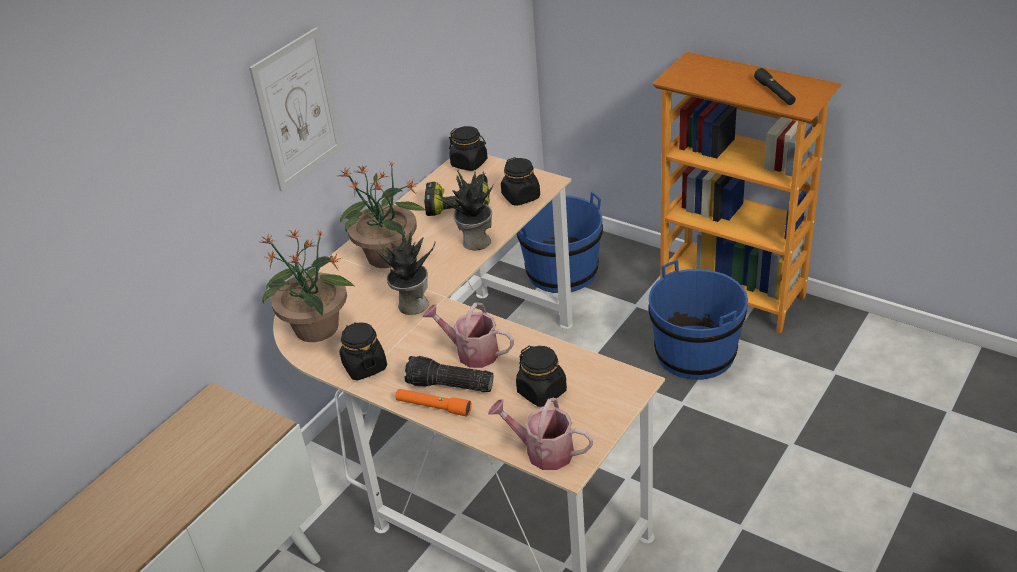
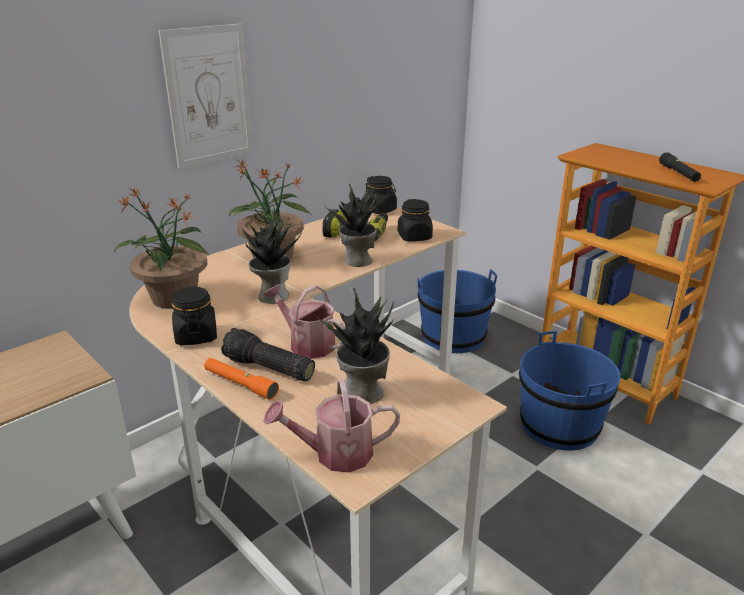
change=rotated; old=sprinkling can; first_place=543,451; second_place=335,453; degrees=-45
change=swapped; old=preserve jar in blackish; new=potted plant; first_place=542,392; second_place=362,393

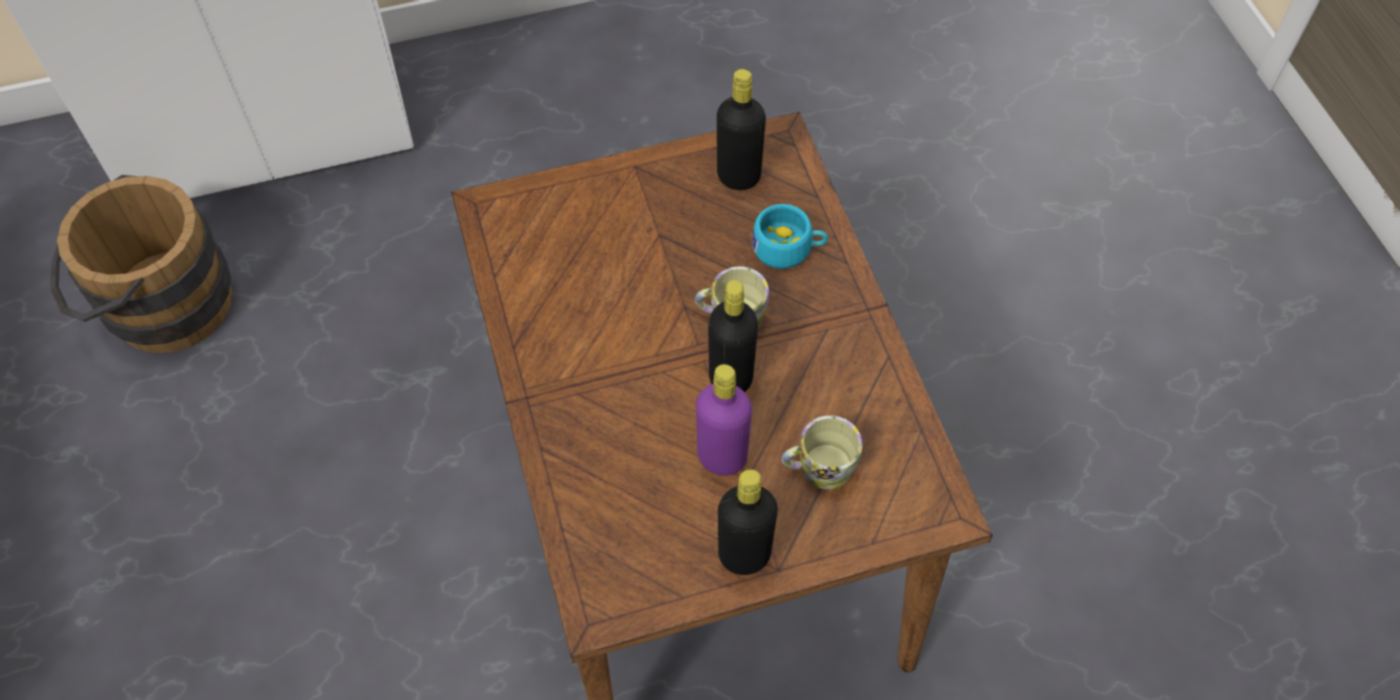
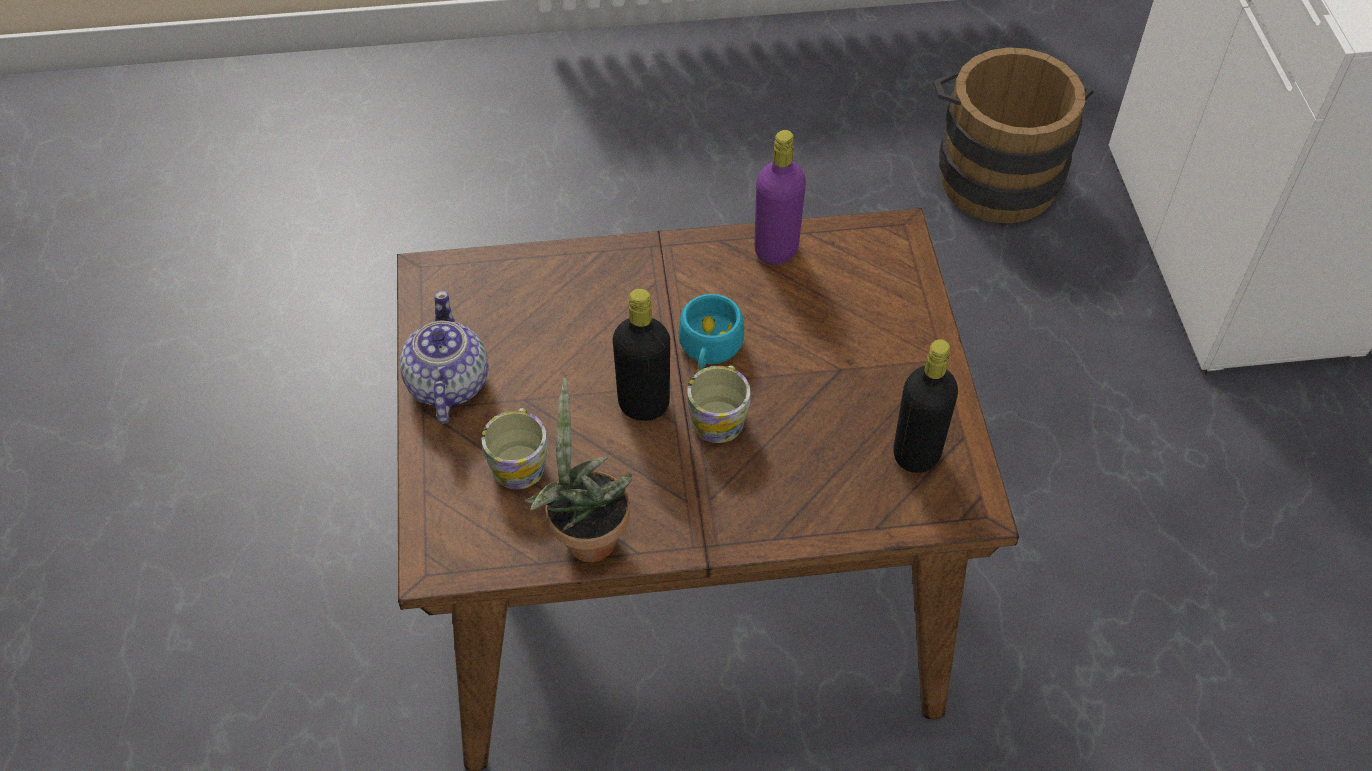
change=shifted; old=drink bottle in purplish; first_place=722,457; second_place=776,250
change=swapped; old=drink bottle in blackish; new=teapot; first_place=744,555; second_place=447,385
change=shifted; old=drinking cup in turquoise-coloured; first_place=788,248; second_place=709,348
change=new; new=potted plant; second_place=585,535

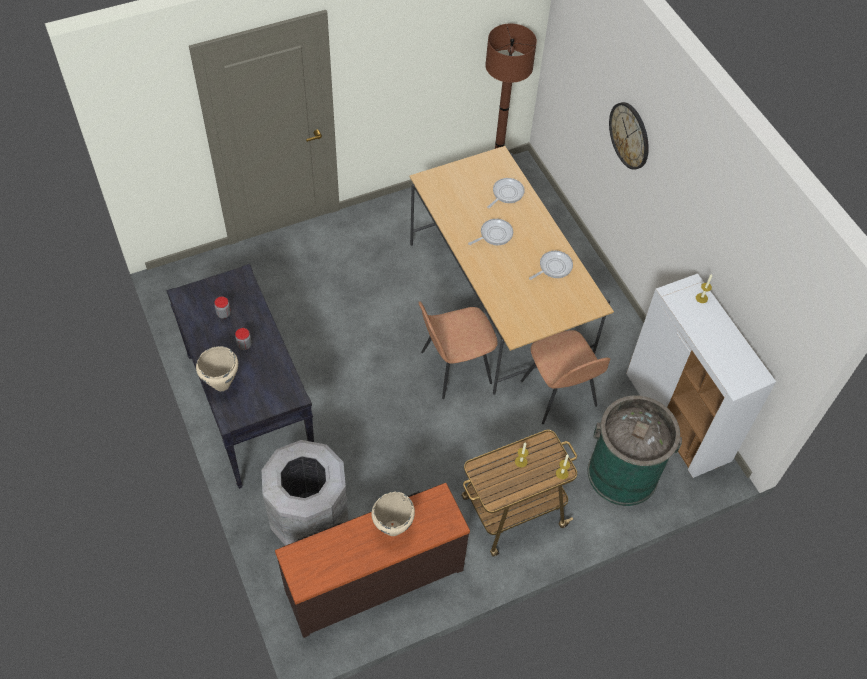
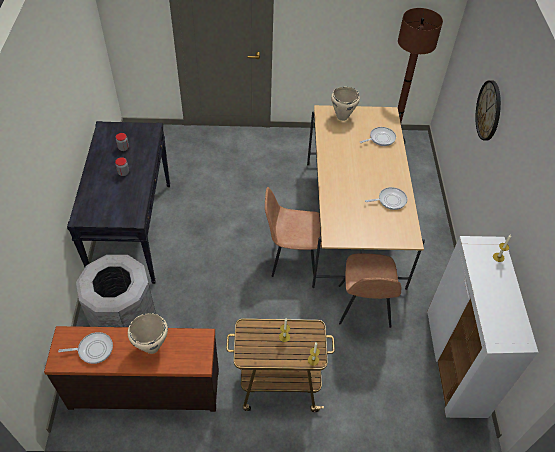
change=shifted; old=saucepot in sand-coloured; first_place=221,384; second_place=342,117
change=shifted; old=frying pan; first_place=494,235; second_place=93,349
change=gone; old=rubbish bin in green; first_place=622,473

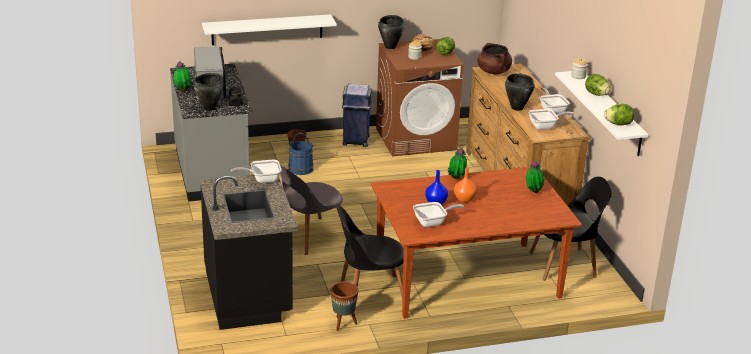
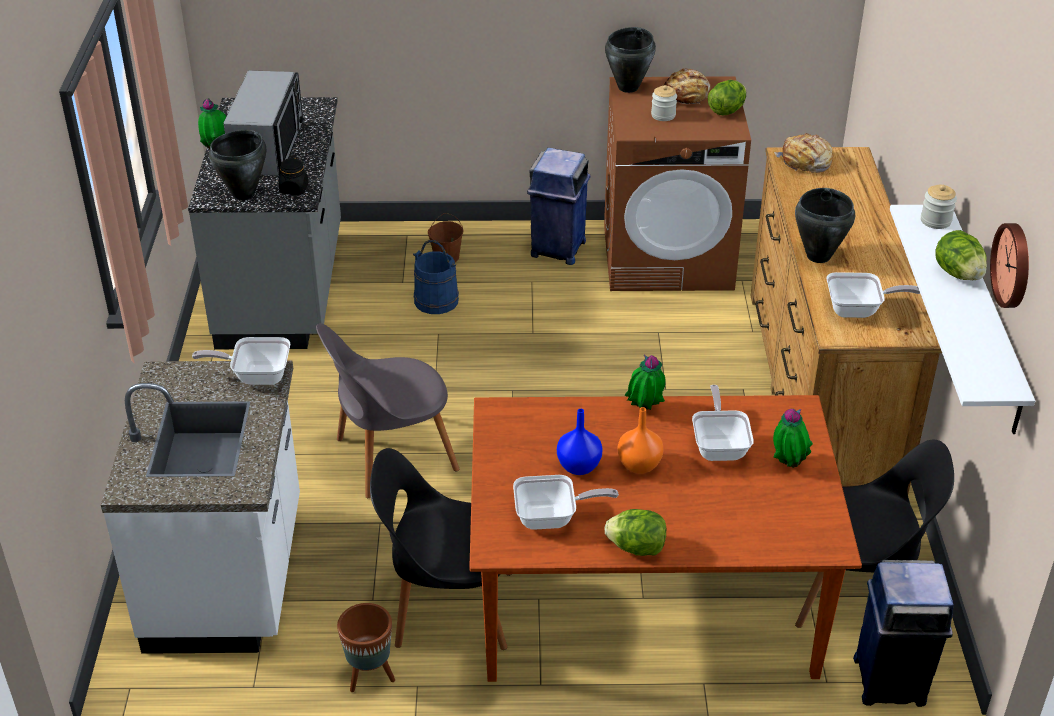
change=repainted; old=kitchen base unit in blackish; new=kitchen base unit in white-coloured; first_place=249,294; second_place=229,577
change=gone; old=shelf in white-coloured; first_place=267,29
change=swapped; old=saucepot in brownish; new=bread; first_place=494,72; second_place=805,162
change=shifted; old=frying pan; first_place=552,110; second_place=719,445
change=shifted; old=lettuce head; first_place=618,124; second_place=636,548
change=new; new=rubbish bin in blue; second_place=891,681
change=new; new=clock on the wall; second_place=1014,265

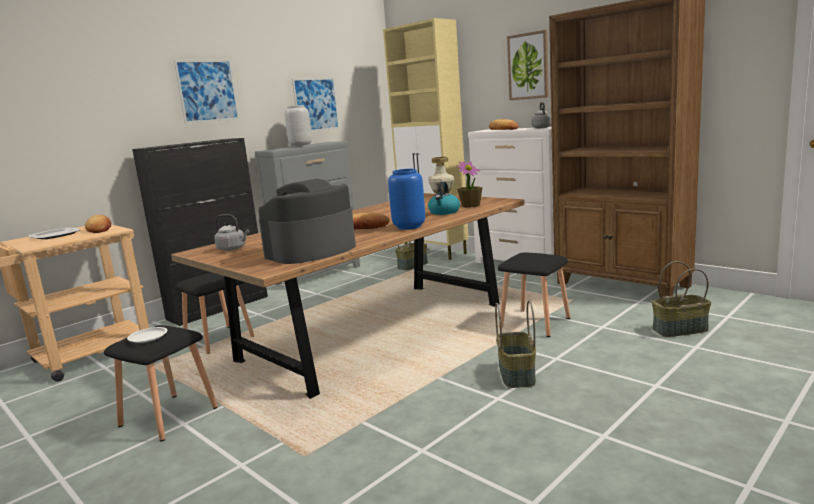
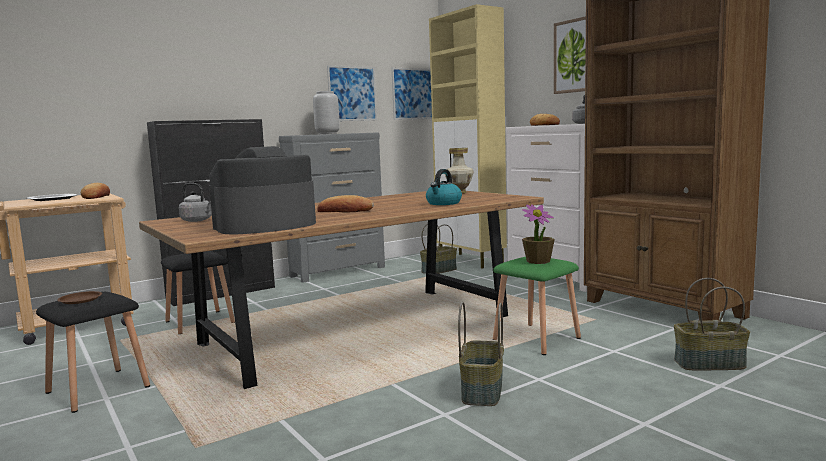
change=repainted; old=plate in white-coloured; new=plate in brownish; first_place=148,337; second_place=80,300
change=shifted; old=picture; first_place=207,91; second_place=413,94
change=gone; old=decorative vase in blue; first_place=409,226
change=shifted; old=potted plant; first_place=470,205; second_place=538,261
change=repainted; old=stool in blackish; new=stool in green; first_place=535,323; second_place=536,339

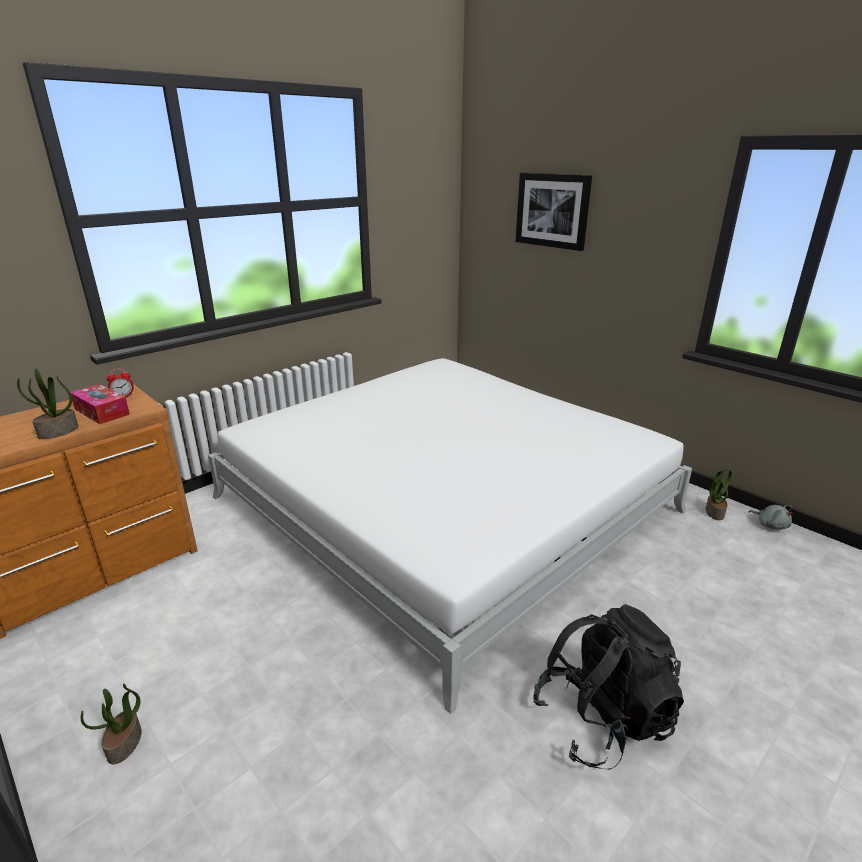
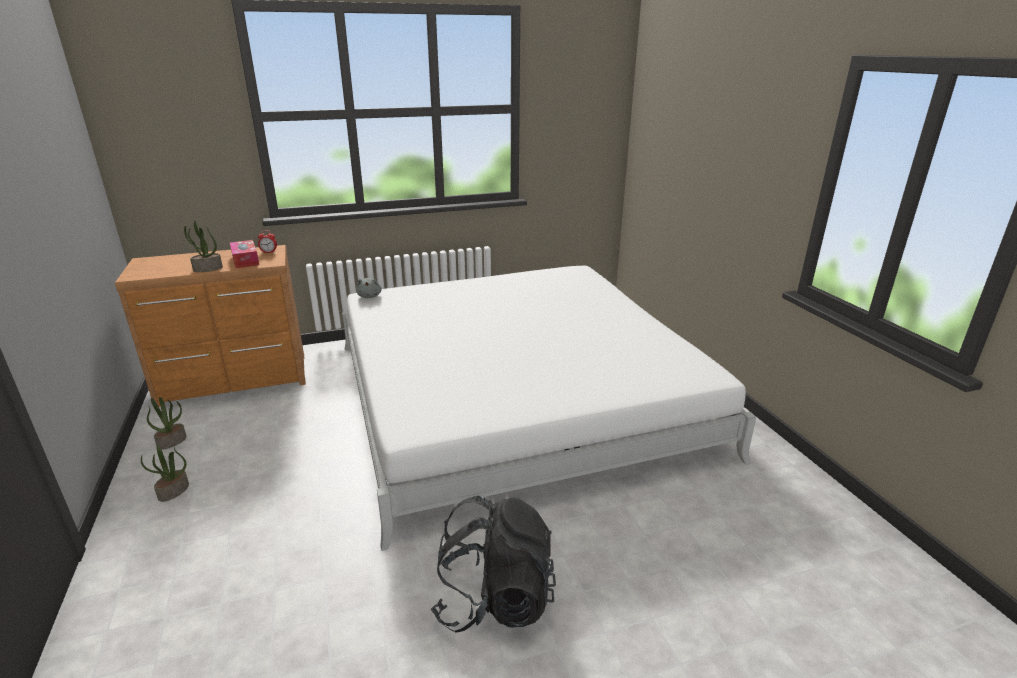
change=gone; old=picture; first_place=552,210
change=shifted; old=potted plant; first_place=714,512; second_place=172,441
change=shifted; old=soft toy in gray; first_place=770,525; second_place=369,296

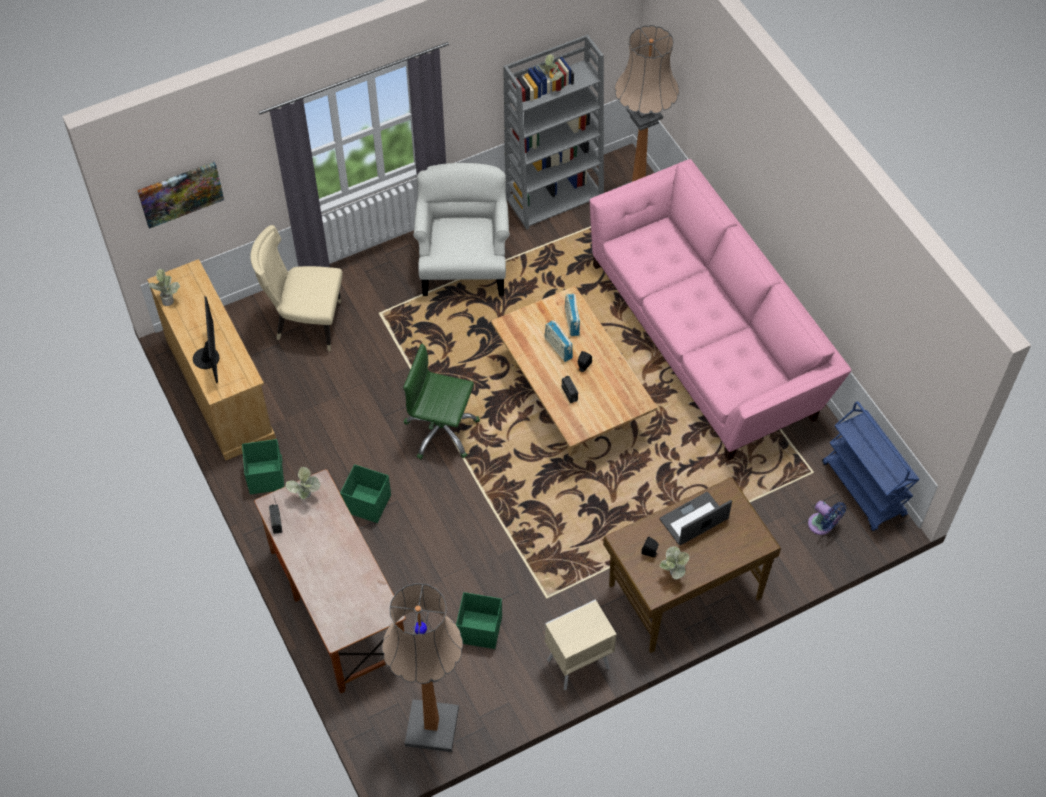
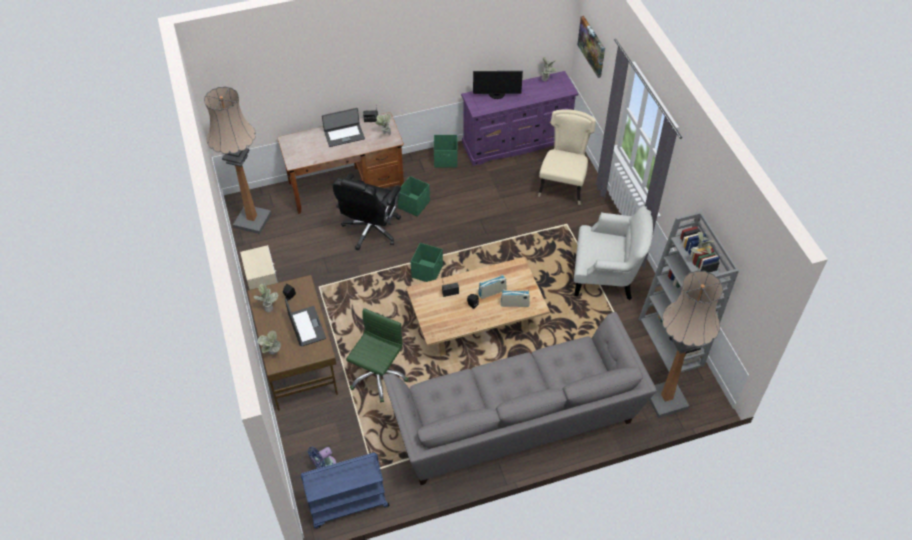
change=repainted; old=drawer chest in sand-coloured; new=drawer chest in purplish; first_place=219,388; second_place=517,142
change=shifted; old=desk chair in green; first_place=441,431; second_place=378,376
change=shifted; old=storage container in green; first_place=479,629; second_place=427,271
change=repainted; old=couch in pinkish; new=couch in gray; first_place=707,338; second_place=514,423
change=new; new=potted plant; second_place=272,354
change=new; new=portable computer; second_place=344,135
change=new; new=desk chair in blackish; second_place=371,230

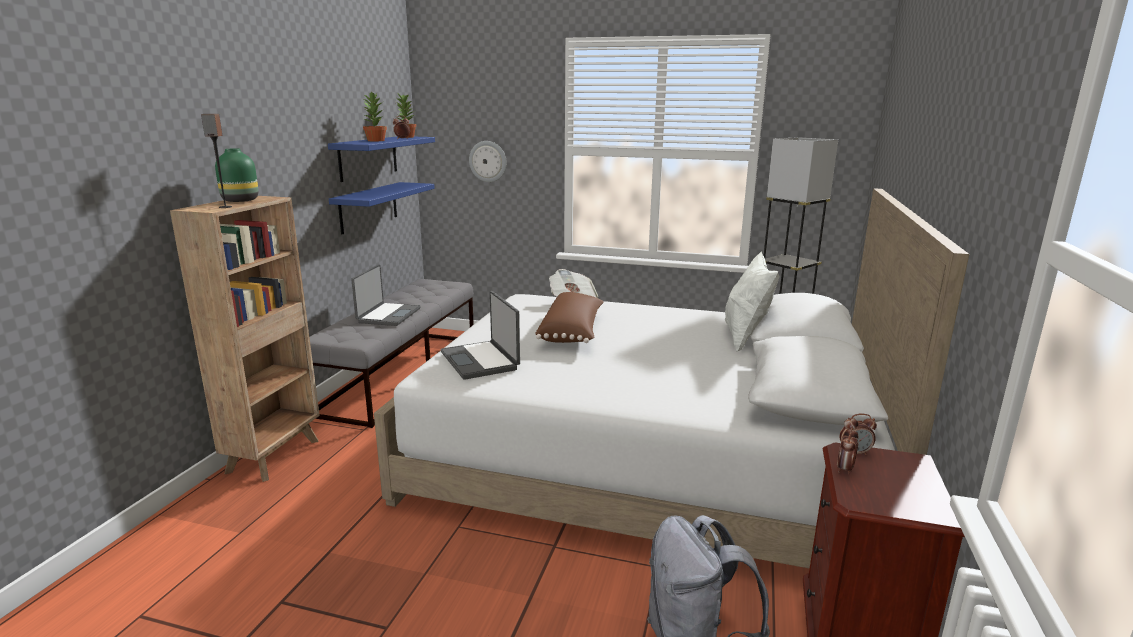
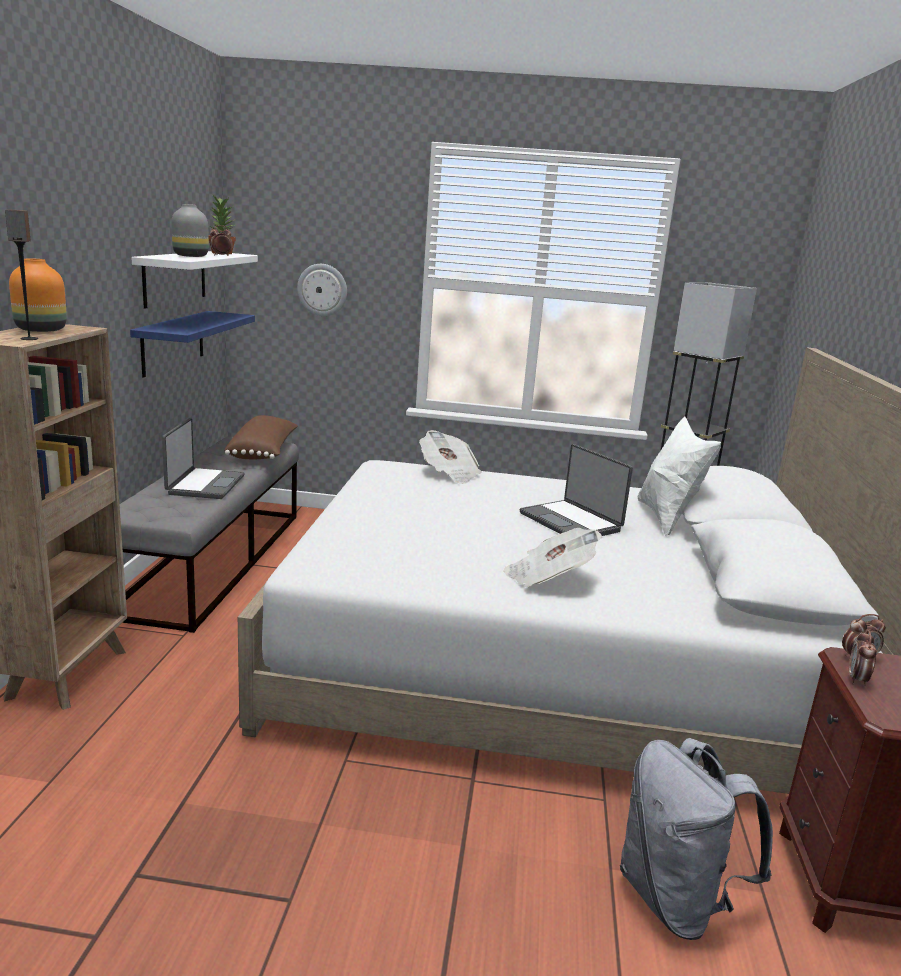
change=repainted; old=decorative vase in green; new=decorative vase in orange-coloured; first_place=241,200; second_place=42,330
change=repainted; old=shelf in blue; new=shelf in white-coloured; first_place=368,158; second_place=175,278
change=swapped; old=potted plant; new=decorative vase in gray; first_place=375,140; second_place=190,256
change=shifted; old=portable computer; first_place=481,361; second_place=571,522
change=shifted; old=throw pillow in brownish; first_place=573,332; second_place=264,452
change=new; new=printed paper; second_place=548,578

